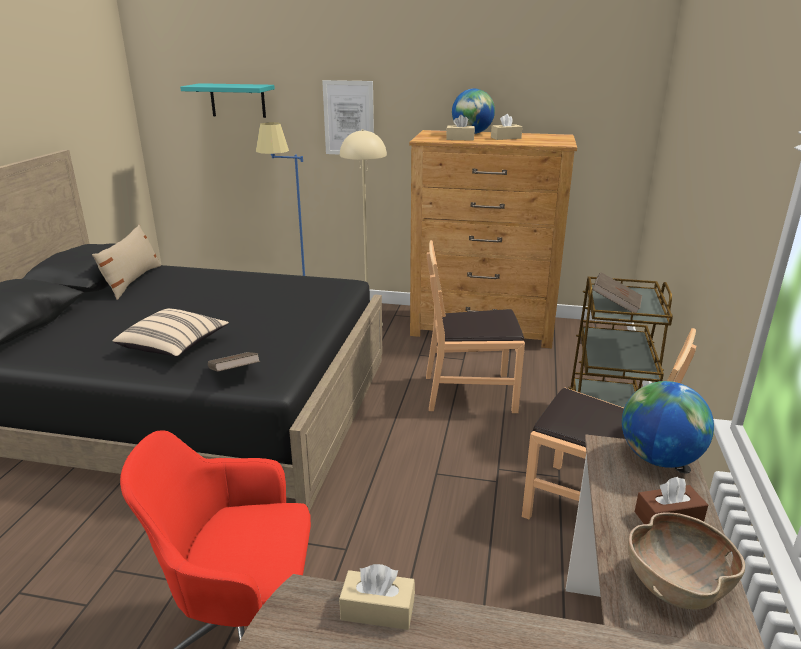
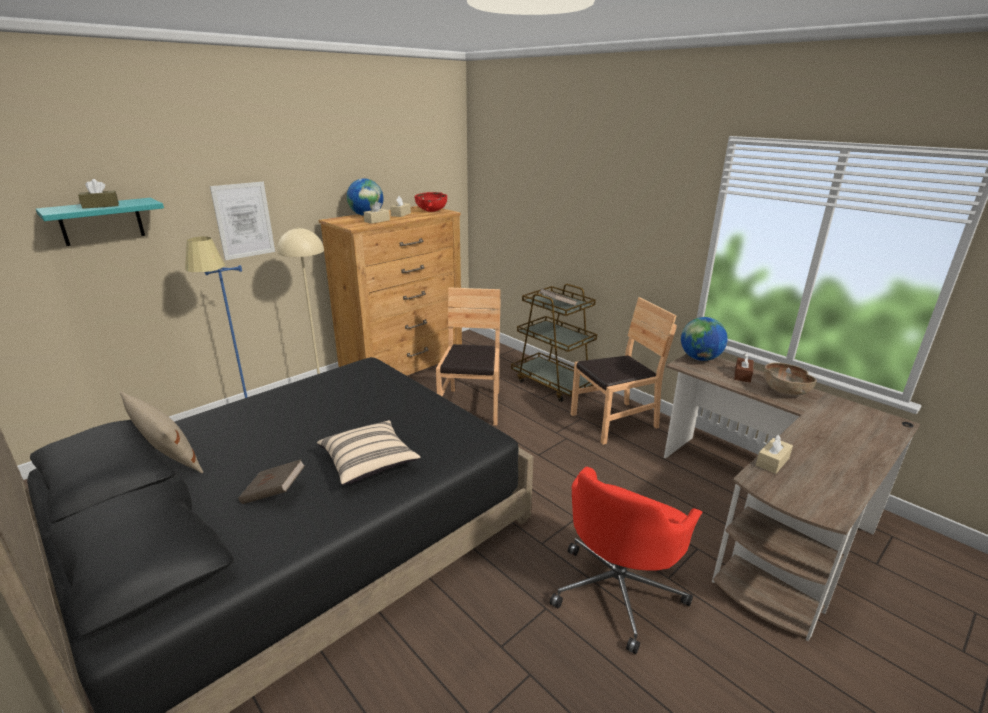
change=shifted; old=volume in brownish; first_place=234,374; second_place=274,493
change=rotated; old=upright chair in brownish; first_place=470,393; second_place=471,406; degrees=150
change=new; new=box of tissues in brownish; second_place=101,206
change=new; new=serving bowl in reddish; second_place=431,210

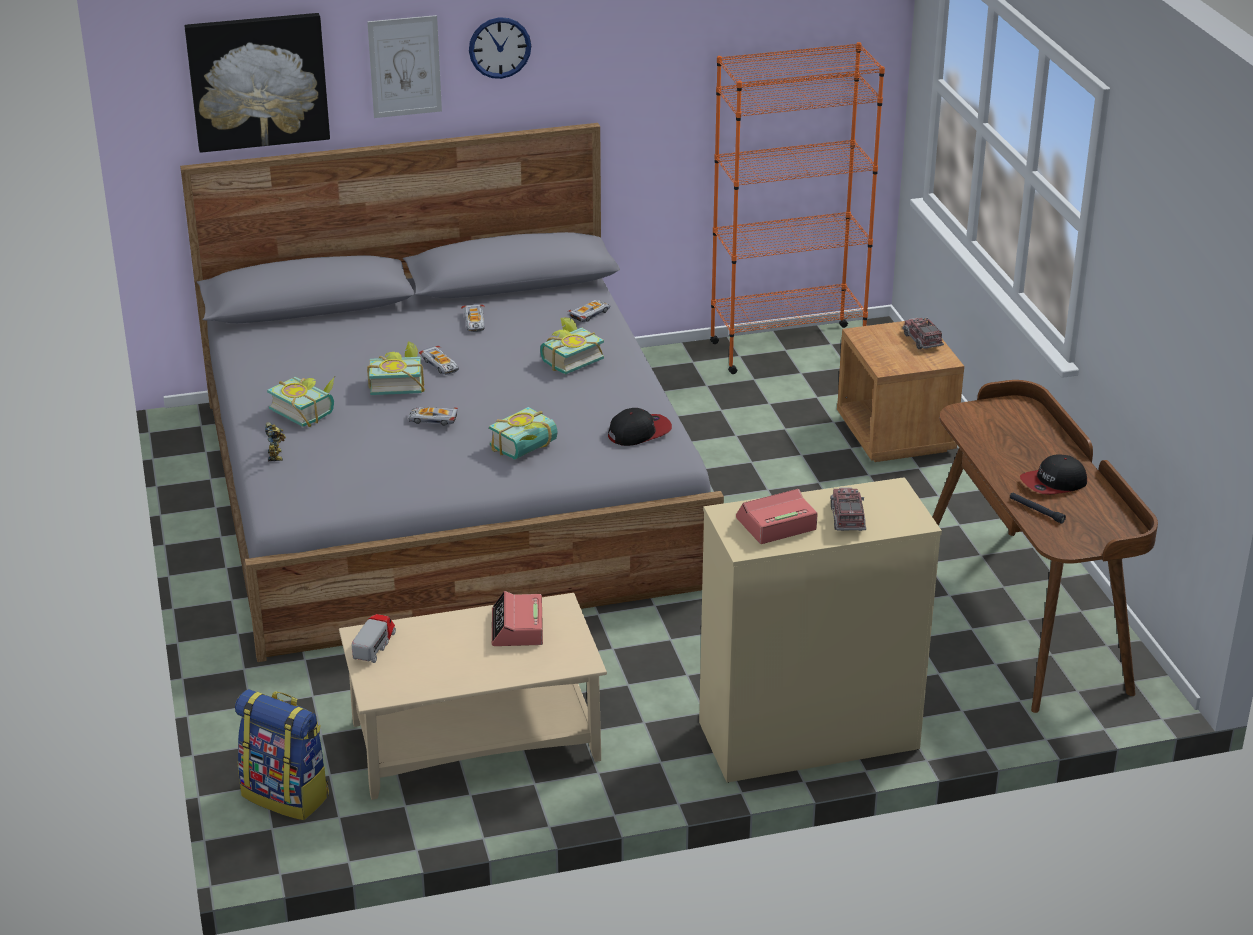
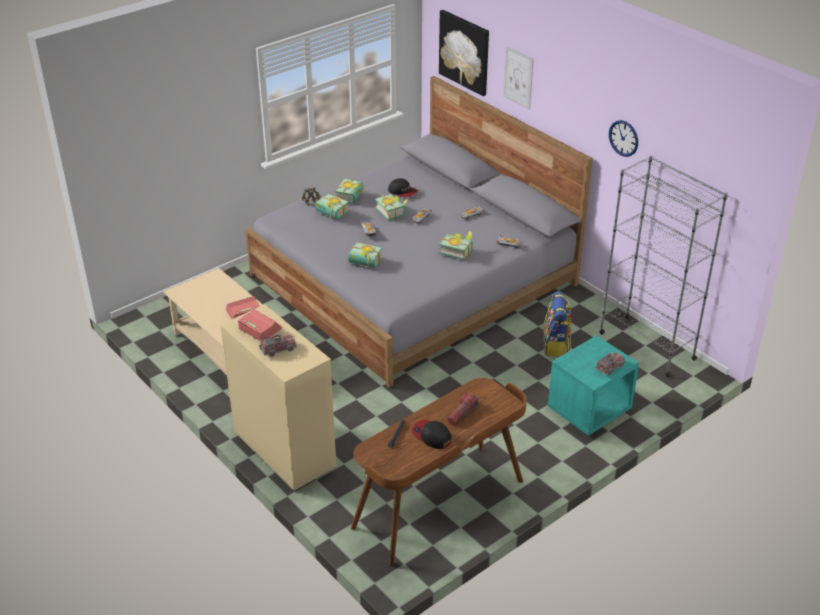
change=shifted; old=backpack; first_place=287,795; second_place=556,345
change=gone; old=model truck; first_place=374,646
change=shifted; old=clock on the wall; first_place=499,47; second_place=623,138
change=shifted; old=cap; first_place=639,432; second_place=402,191
change=repainted; old=bookcase in orange-coloured; new=bookcase in gray; first_place=787,349; second_place=646,346
change=repainted; old=nightstand in brownish; new=nightstand in turquoise-coloured; first_place=896,435; second_place=589,410
change=new; new=volume; second_place=330,214
change=new; new=hand torch; second_place=462,413

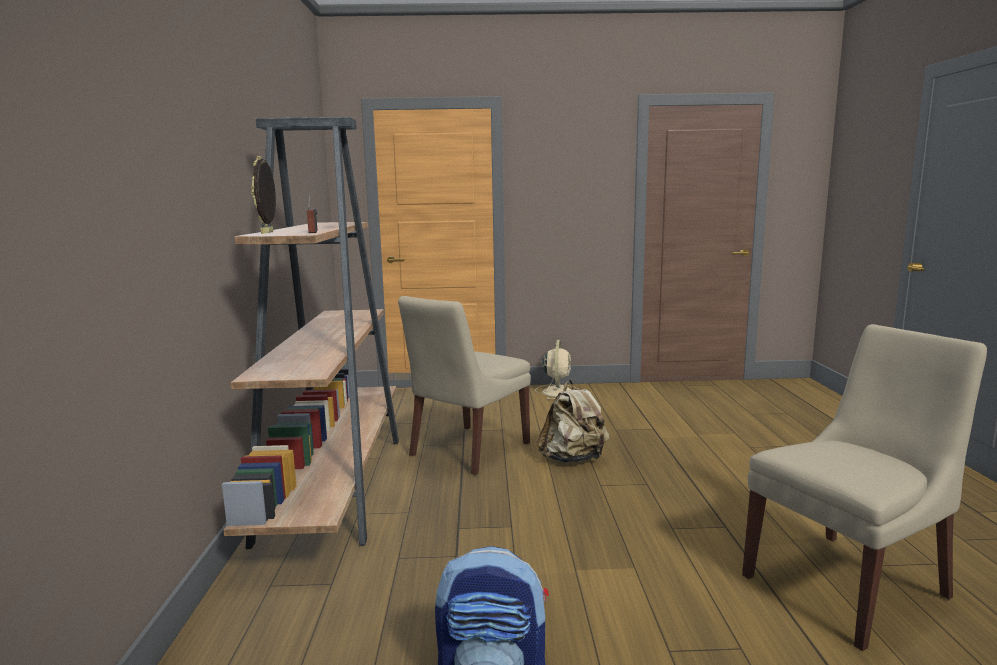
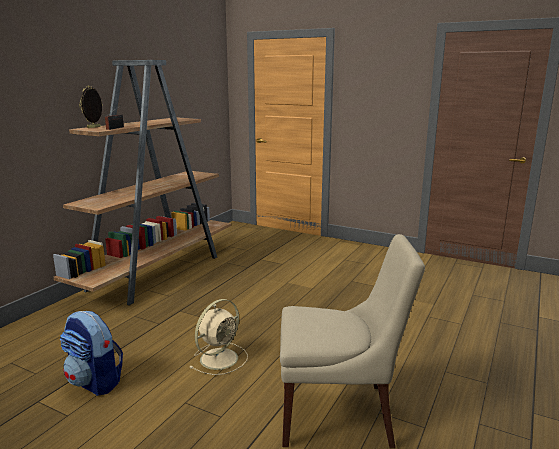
change=gone; old=upright chair in sand-coloured; first_place=467,451
change=shifted; old=fan in sand-coloured; first_place=558,391; second_place=220,358
change=gone; old=backpack in sand-coloured; first_place=573,459

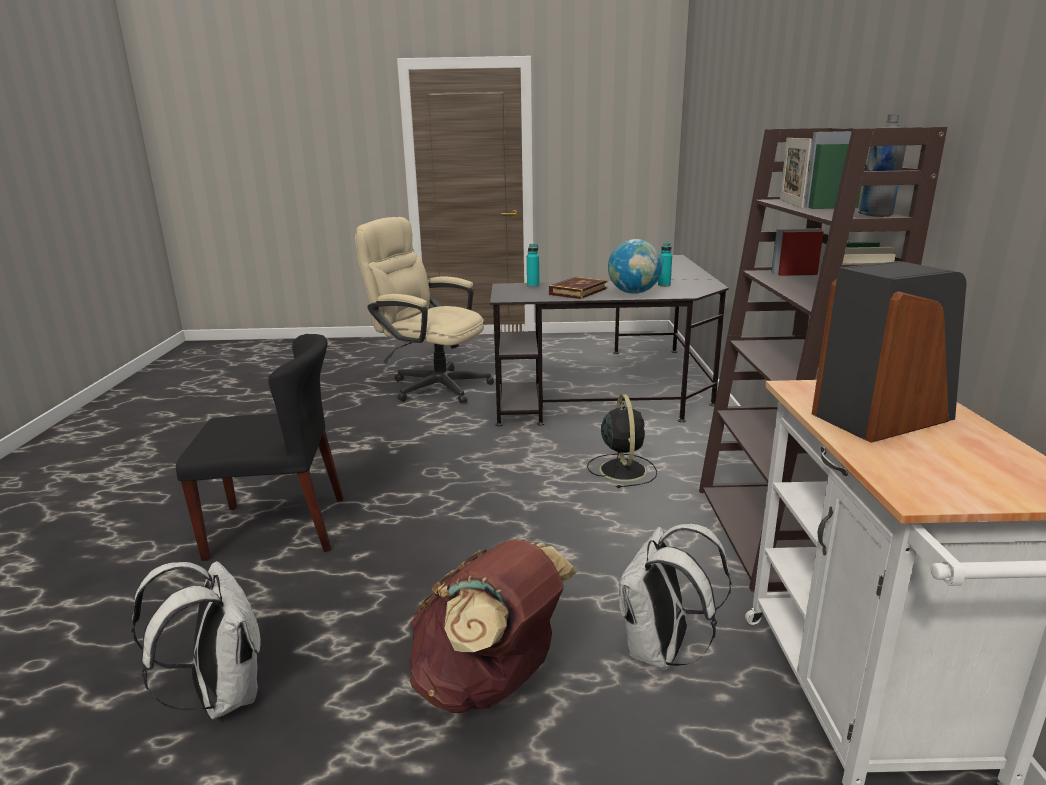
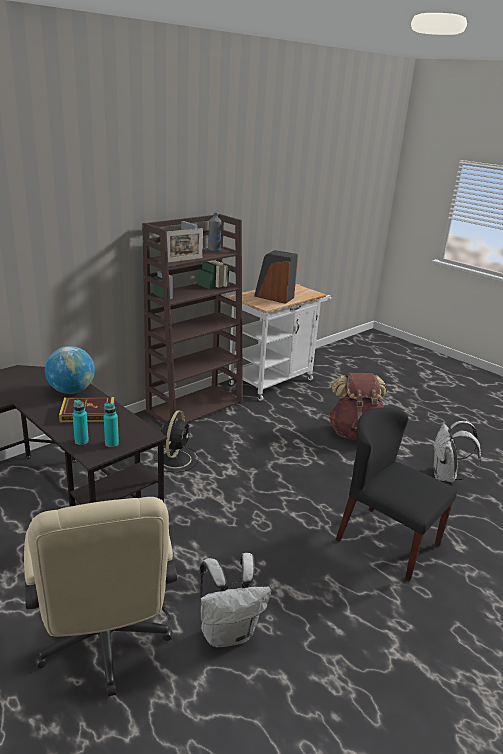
change=rotated; old=fan in blackish; first_place=622,469; second_place=176,458; degrees=150
change=shifted; old=backpack in white-coloured; first_place=661,652; second_place=228,633
change=shifted; old=drink bottle in turquoise-coloured; first_place=664,285; second_place=111,443

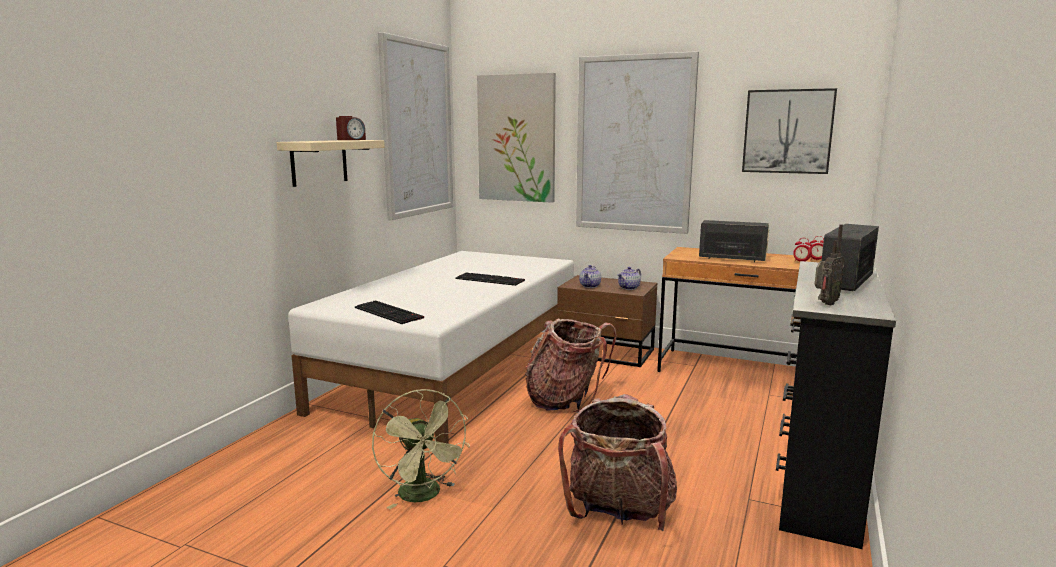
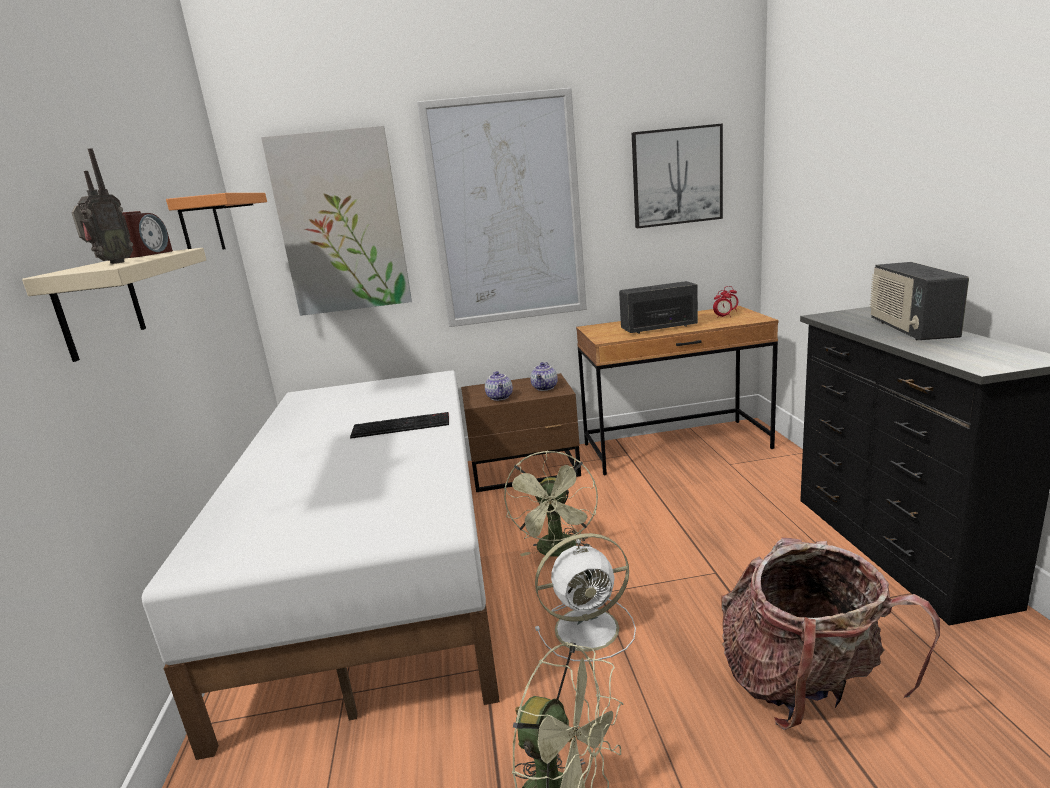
change=gone; old=computer keyboard; first_place=390,313
change=swapped; old=picture; new=shelf in orange-coloured; first_place=417,129; second_place=201,226
change=swapped; old=backpack; new=fan in green; first_place=566,400; second_place=558,551
change=shifted; old=radio; first_place=824,304; second_place=111,263
change=new; new=fan in white-coloured; second_place=589,628

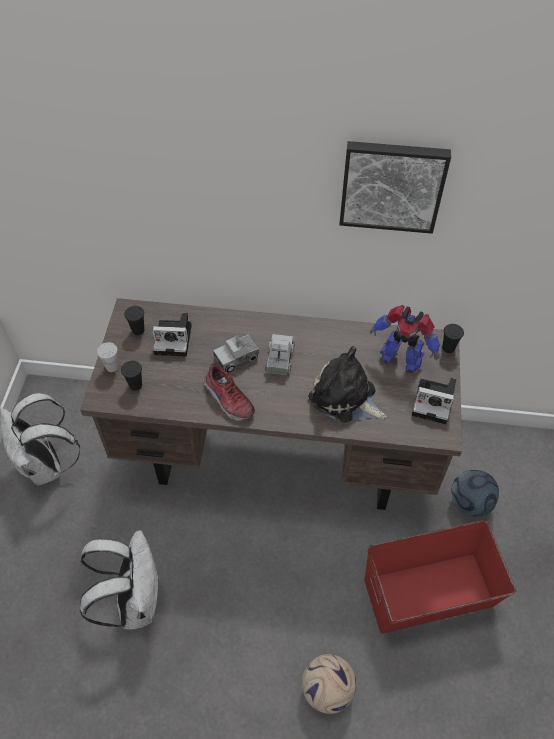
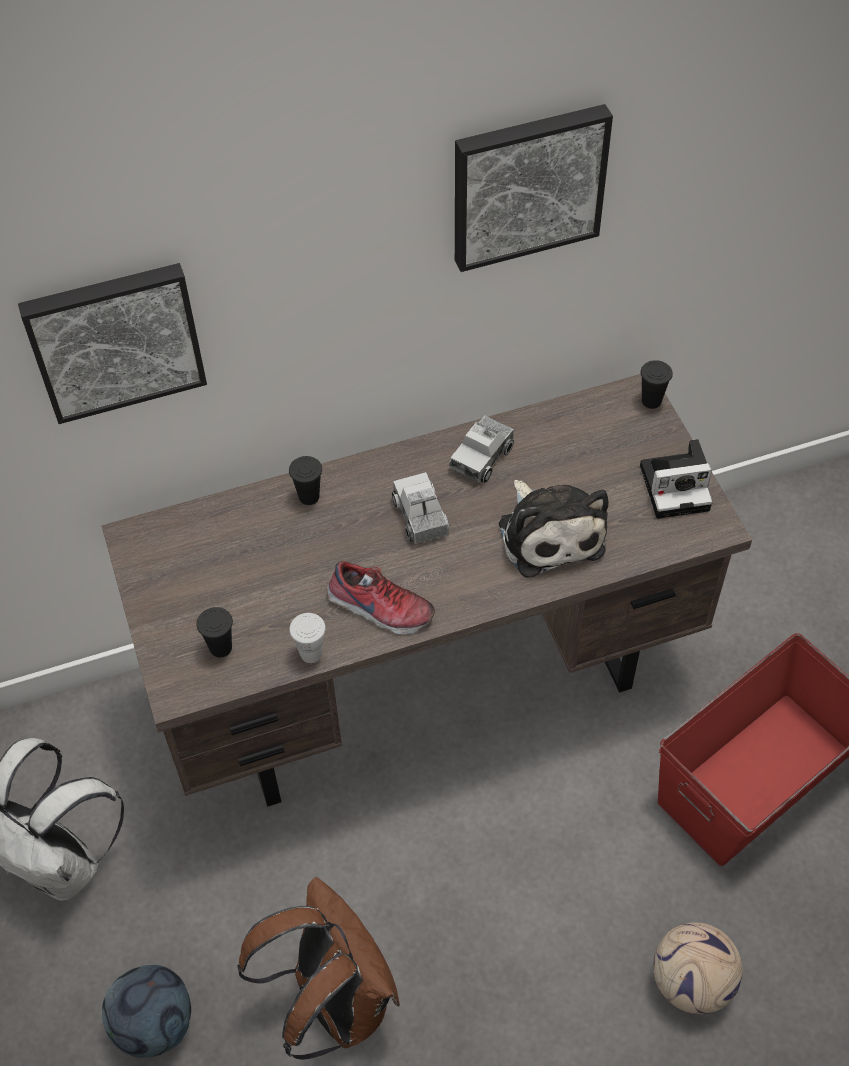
change=repainted; old=backpack in white-coloured; new=backpack in brownish; first_place=134,600; second_place=333,1000
change=shifted; old=drinking cup in white-coloured; first_place=112,367; second_place=311,653
change=shifted; old=drinking cup in blackish; first_place=138,330; second_place=309,496
change=gone; old=photo camera; first_place=175,339
change=shifted; old=model truck; first_place=237,357; second_place=482,457
change=rotated; old=soft toy; first_place=345,398; second_place=549,532; degrees=-120
change=gone; old=model robot; first_place=400,358
change=shifted; old=football ball; first_place=470,502; second_place=155,1023
change=new; new=picture; second_place=115,339

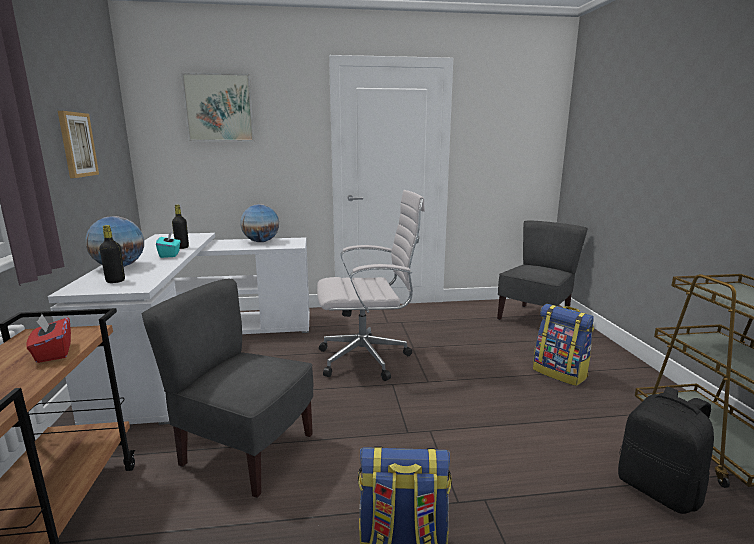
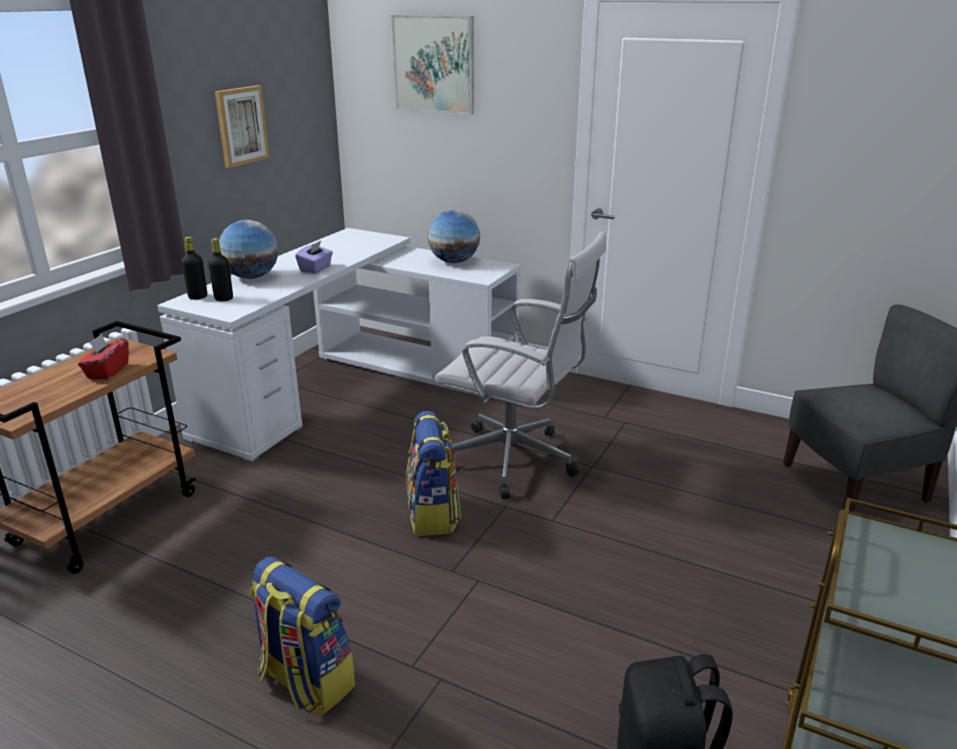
change=gone; old=upright chair in gray; first_place=246,452
change=repainted; old=box of tissues in turquoise-coloured; new=box of tissues in purplish; first_place=170,255; second_place=316,268
change=shifted; old=drink bottle in blackish; first_place=182,247; second_place=198,297
change=shifted; old=backpack; first_place=560,373; second_place=433,515

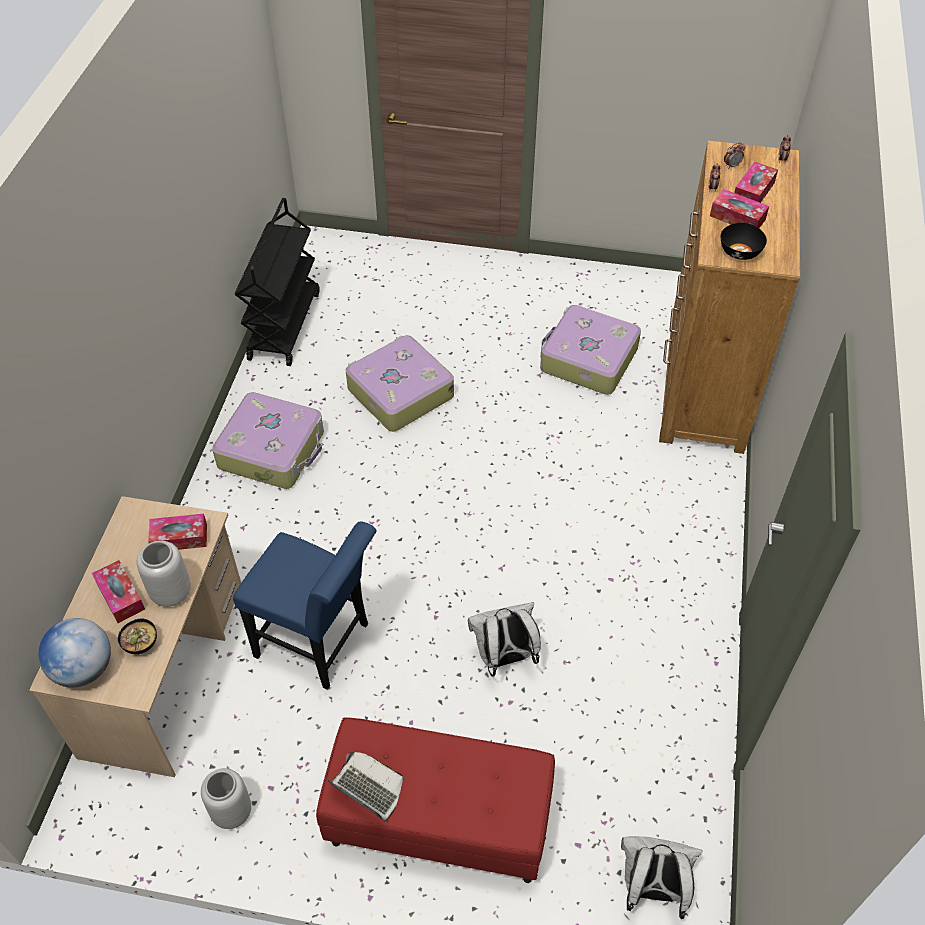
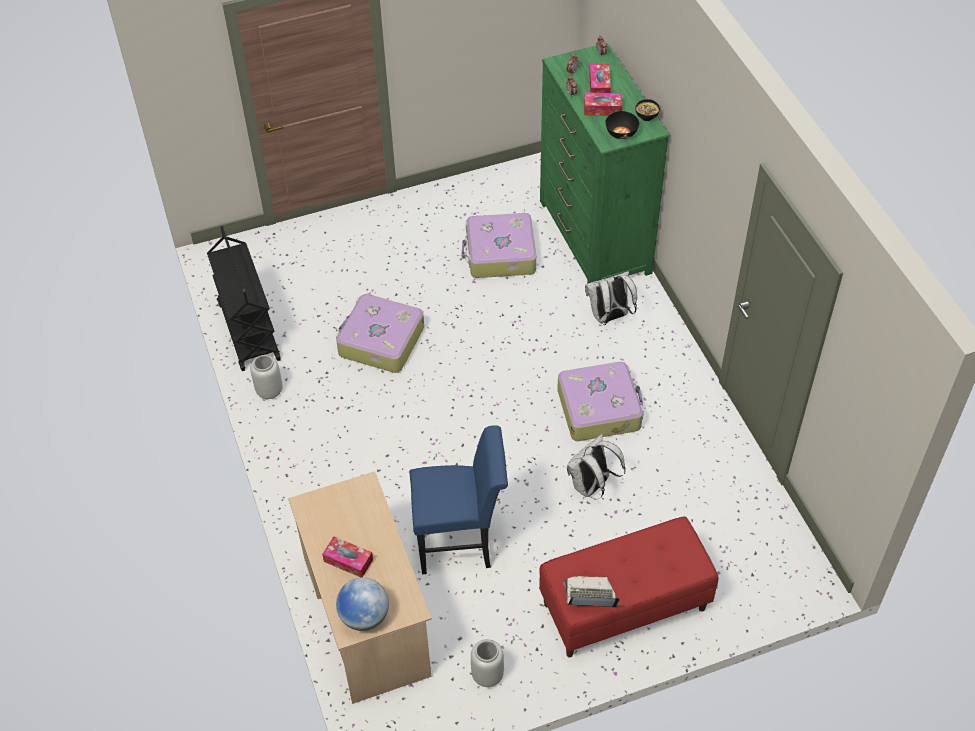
change=shifted; old=serving bowl; first_place=140,644; second_place=646,117
change=shifted; old=decorative vase in gray; first_place=172,592; second_place=269,390
change=gone; old=box of tissues; first_place=179,538
change=shifted; old=travel case; first_place=273,449; second_place=599,408
change=shifted; old=backpack in white-coloured; first_place=651,889; second_place=609,317
change=repainted; old=drawer chest in brownish; new=drawer chest in green; first_place=704,386; second_place=594,237

